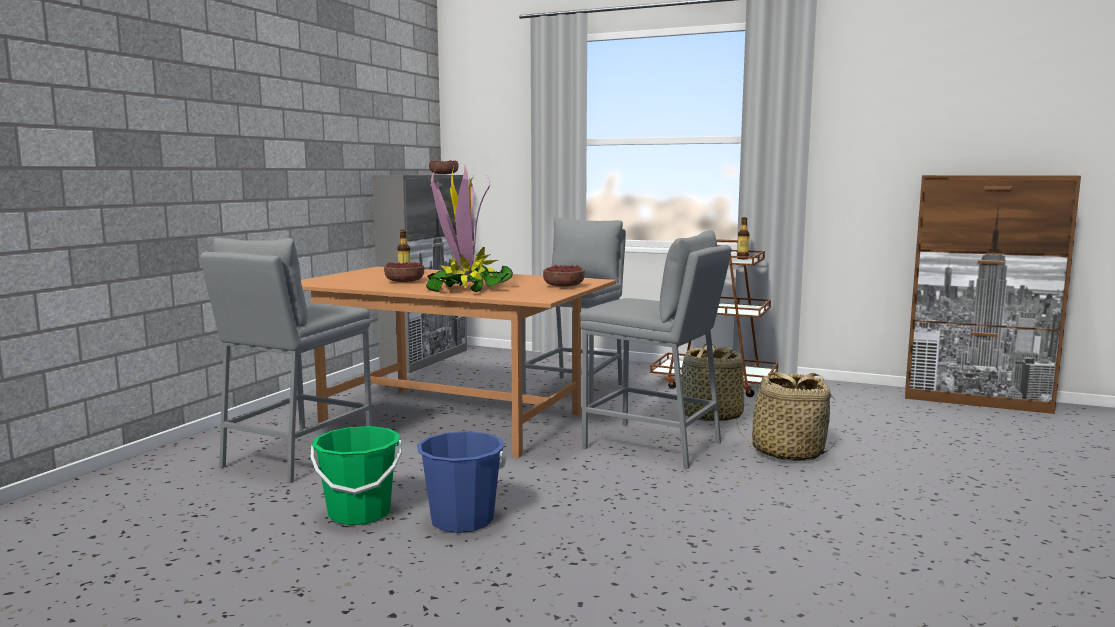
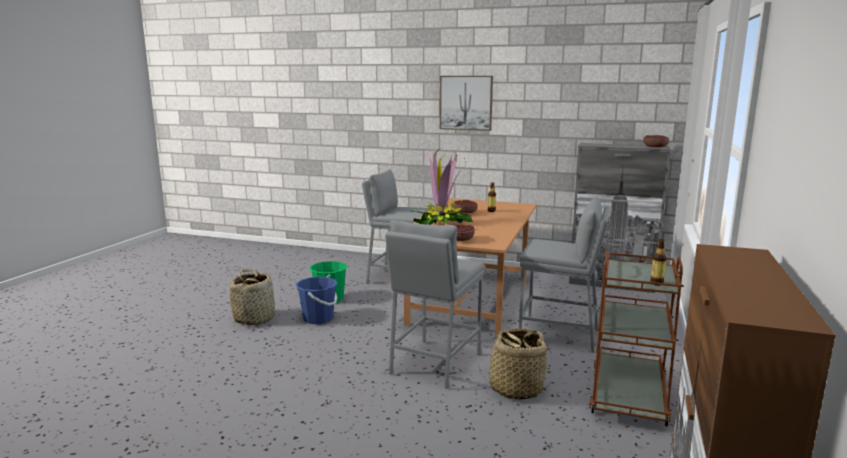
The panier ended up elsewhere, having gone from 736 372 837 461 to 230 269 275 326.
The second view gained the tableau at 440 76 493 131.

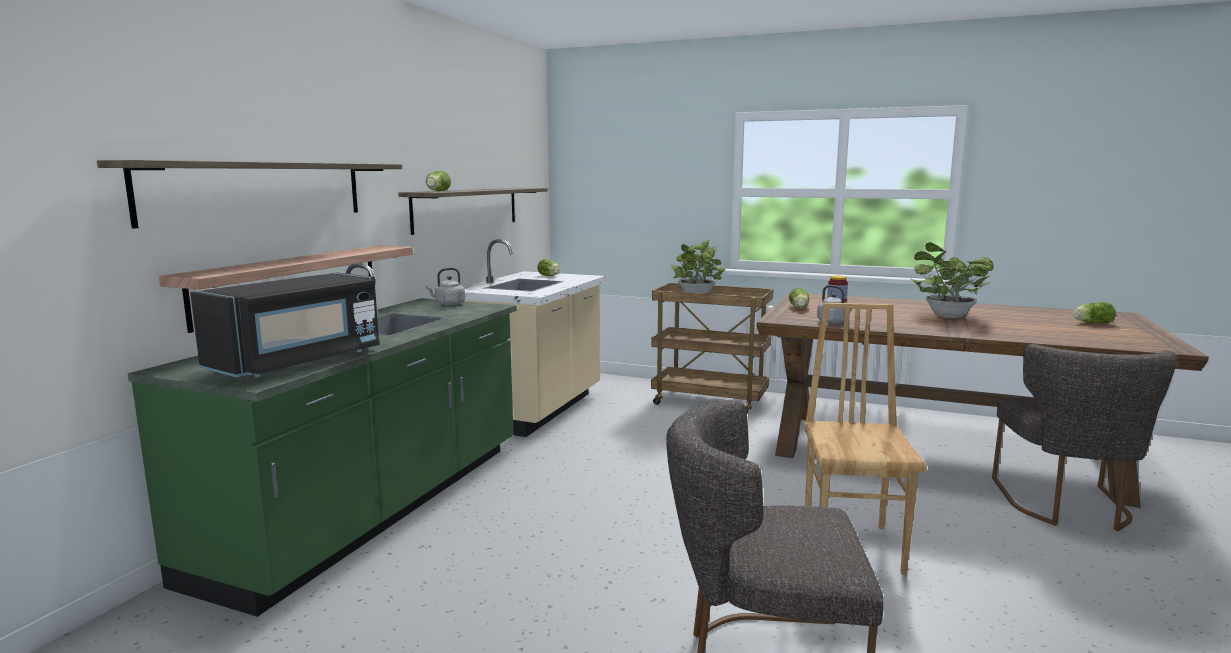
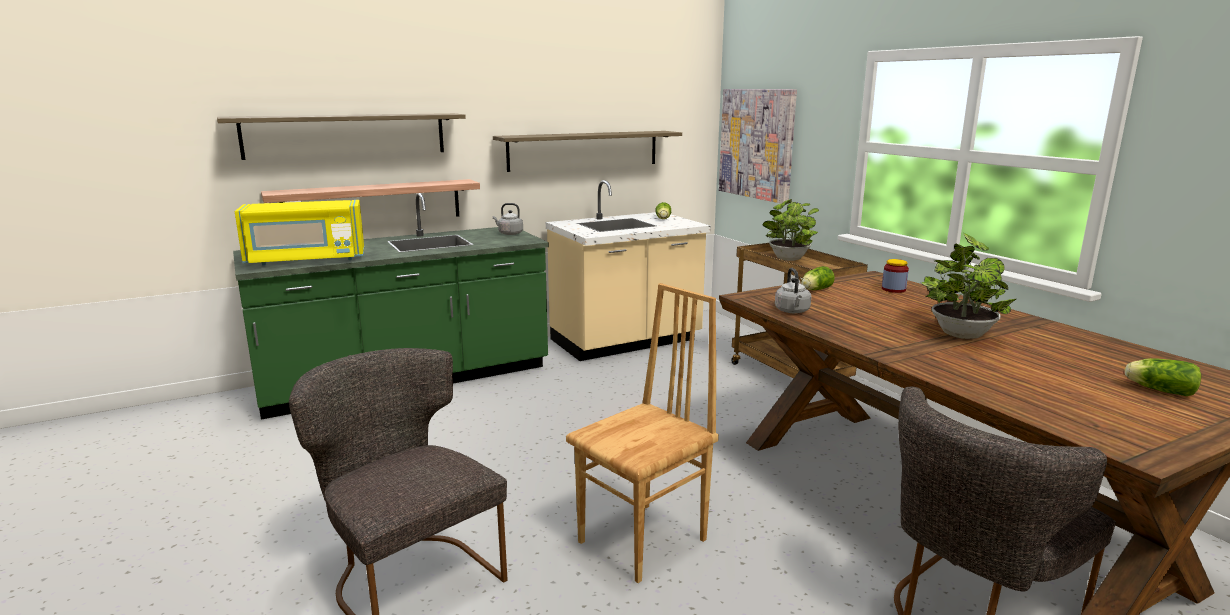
What was the micro-ondes (noir) at 190 273 380 378 turned into the micro-ondes (jaune) at 235 200 364 266.
The second view gained the tableau at 719 89 797 203.
The second view lost the laitue at 426 171 451 191.

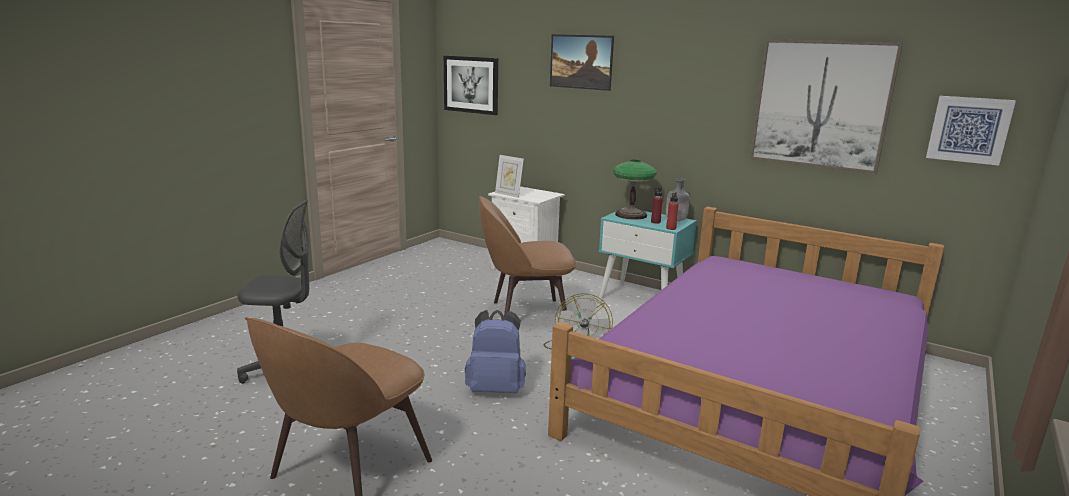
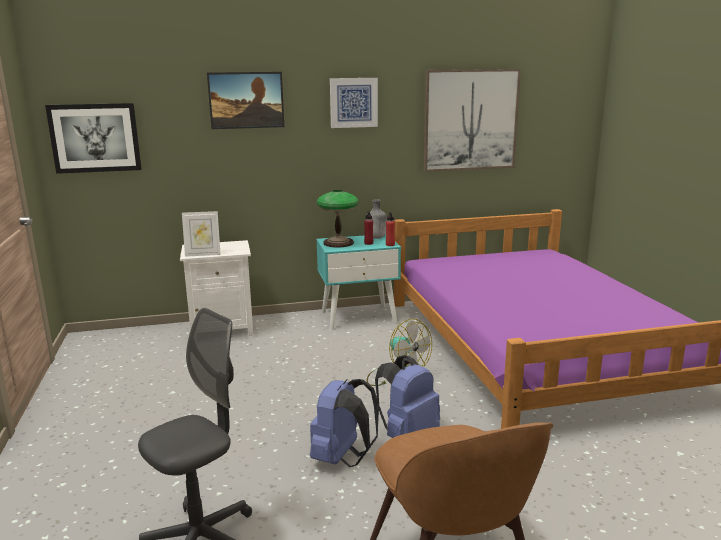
The second view gained the sac à dos (bleu) at 310 379 379 467.
The tableau ended up elsewhere, having gone from 926 96 1016 165 to 330 78 378 128.
The second view lost the chaise (marron) at 479 196 577 318.

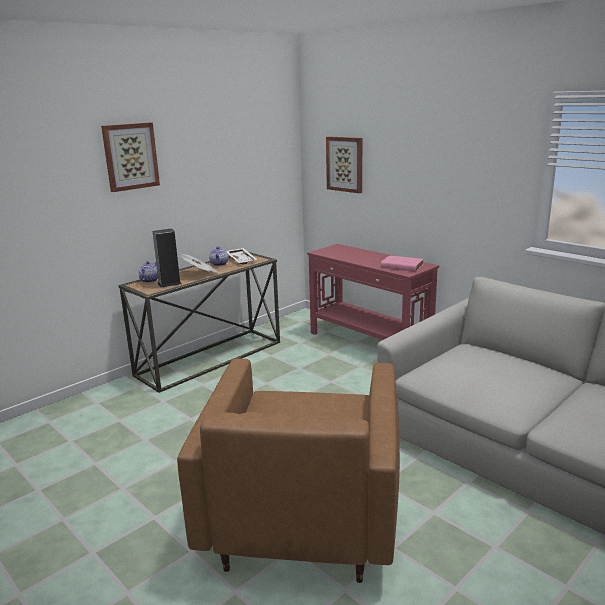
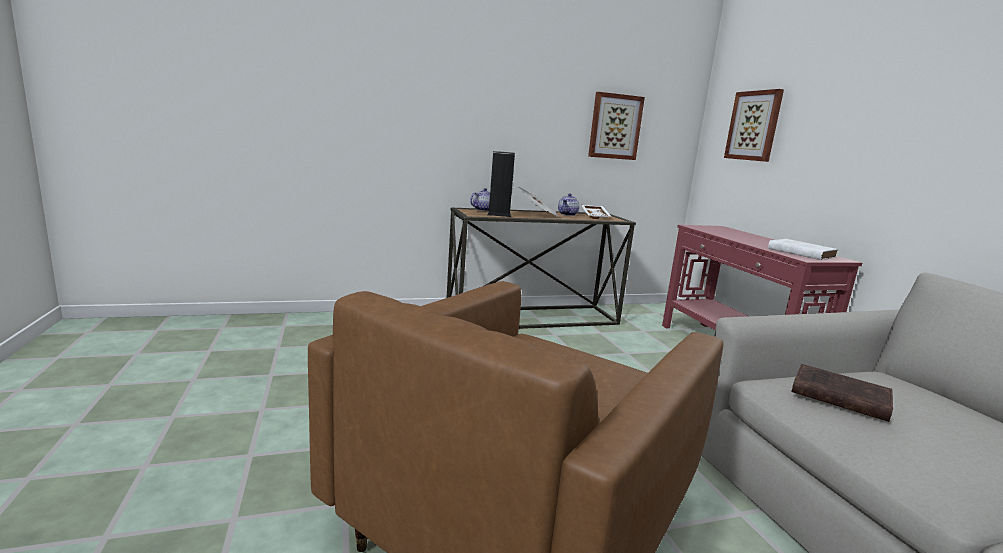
The tableau ended up elsewhere, having gone from 101 122 160 192 to 588 92 645 160.
What was the livre (rose) at 381 255 424 271 turned into the livre (blanc) at 768 239 839 260.
The second view gained the livre (marron) at 791 364 893 422.

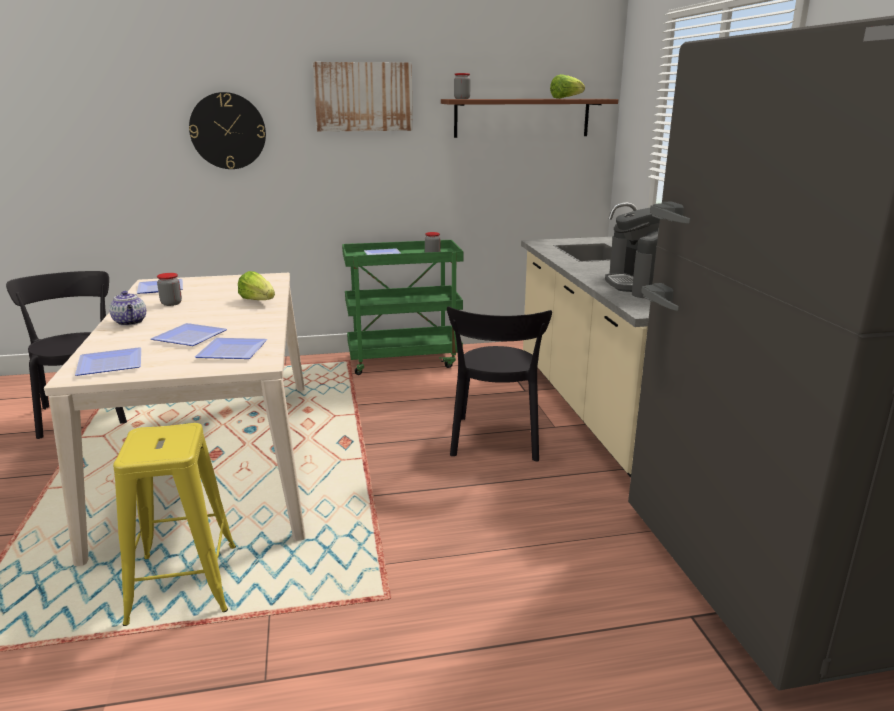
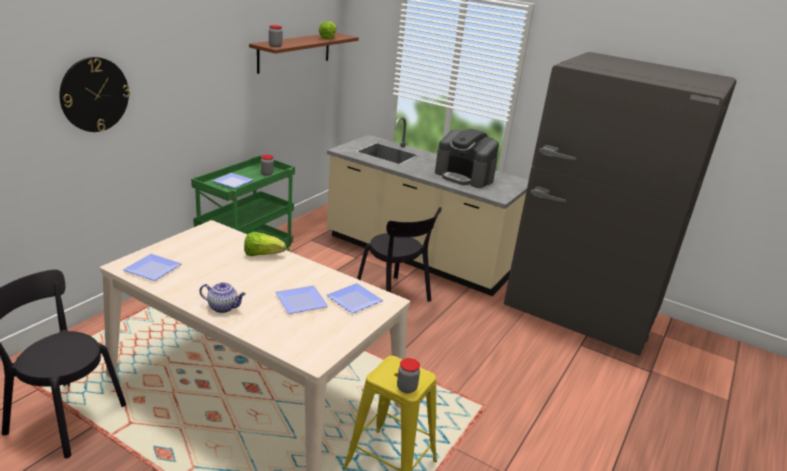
The bocal ended up elsewhere, having gone from 157 273 182 306 to 397 358 420 393.
The second view lost the assiette at 75 347 141 376.
The second view lost the tableau at 313 62 413 132.

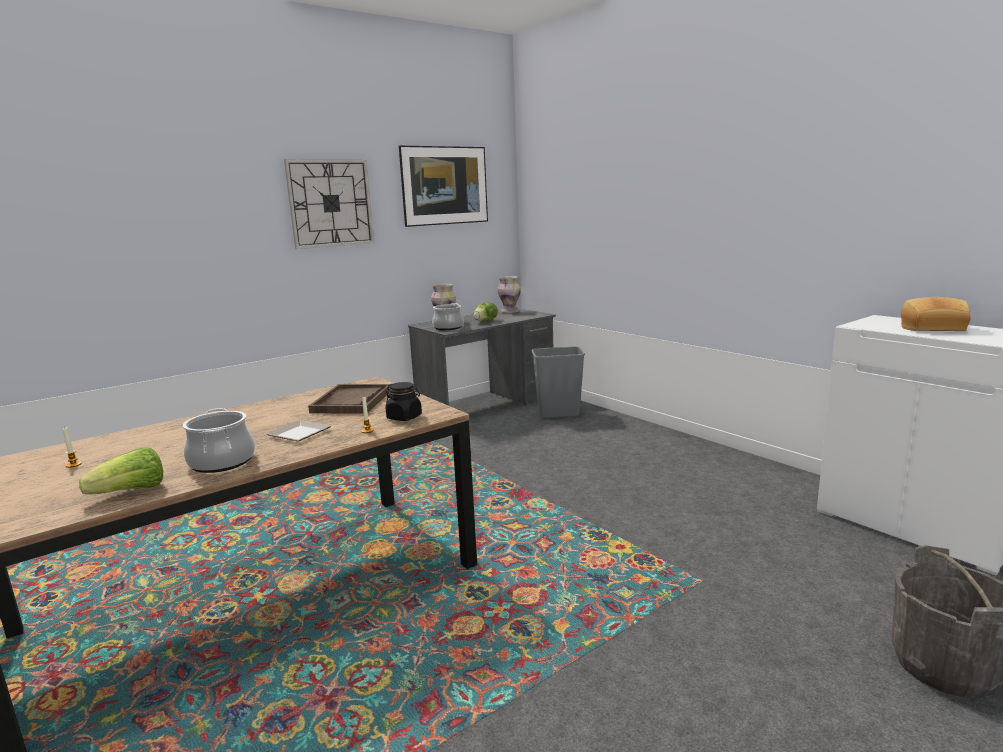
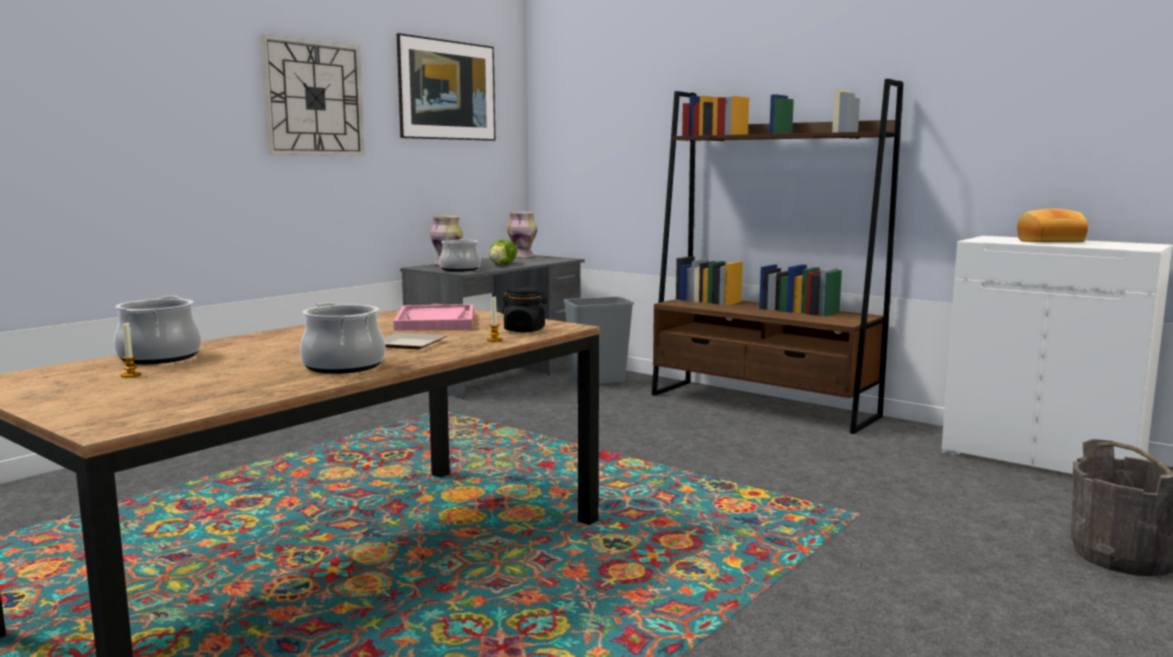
The second view gained the marmite at 113 296 201 364.
What was the plateau (marron) at 308 384 390 414 turned into the plateau (rose) at 394 304 474 331.
The second view gained the bibliothèque (marron) at 652 79 904 434.
The second view lost the laitue at 79 447 163 495.

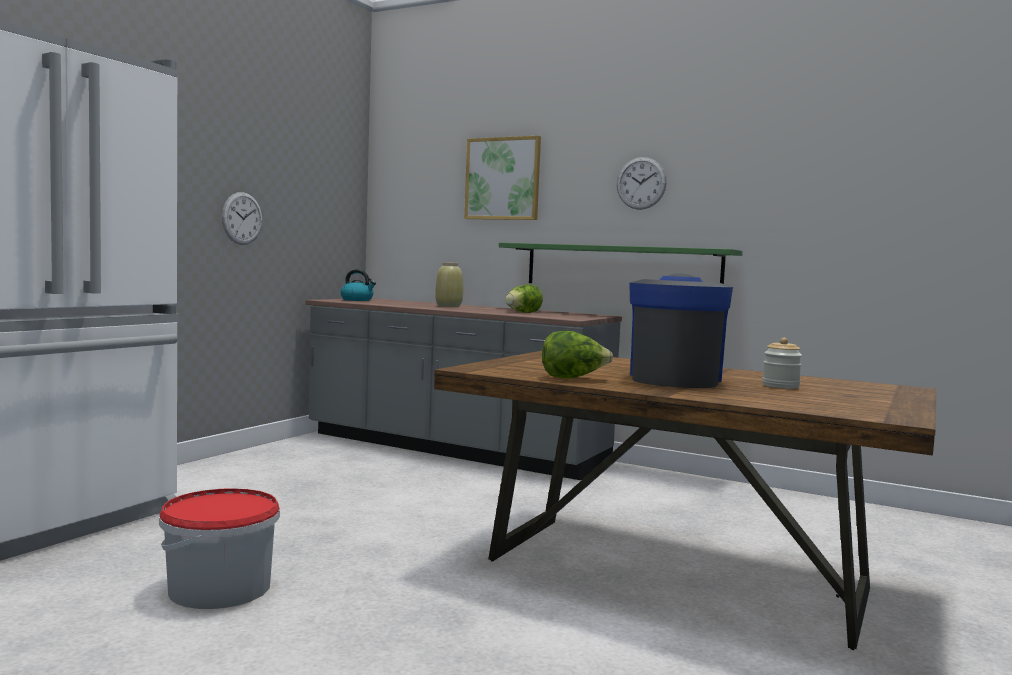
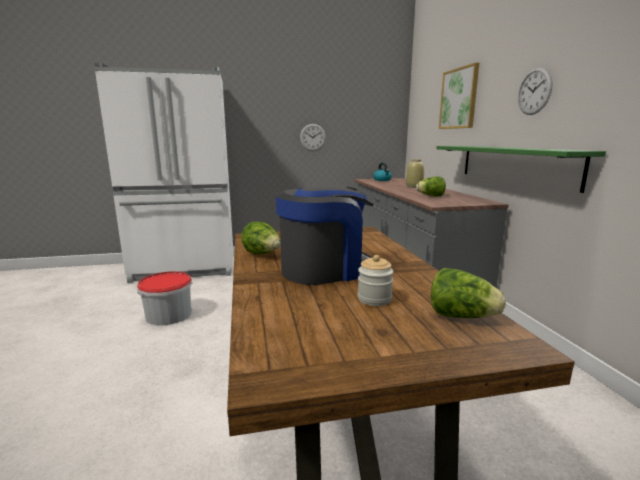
The second view gained the laitue at 431 268 506 318.

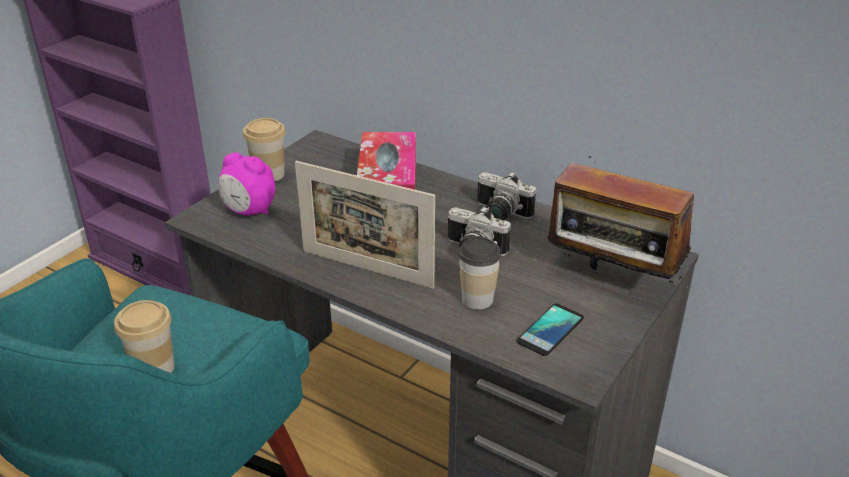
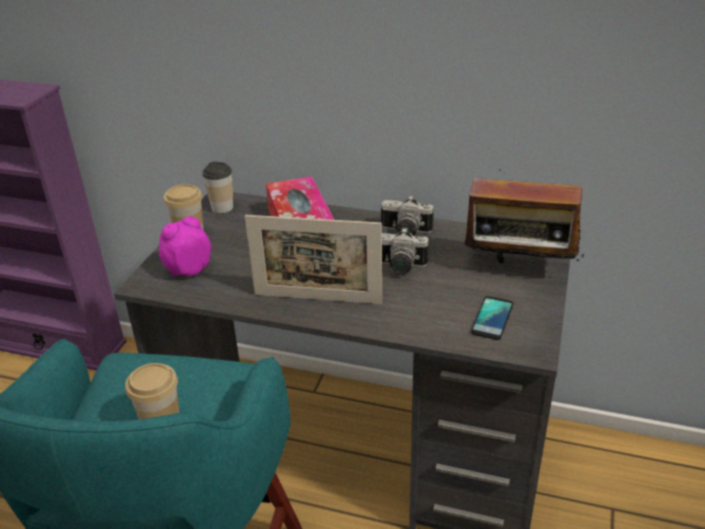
The réveil at 218 152 275 215 ended up facing another way, 135 degrees clockwise from before.
The tasse ended up elsewhere, having gone from 458 236 501 310 to 203 161 233 213.

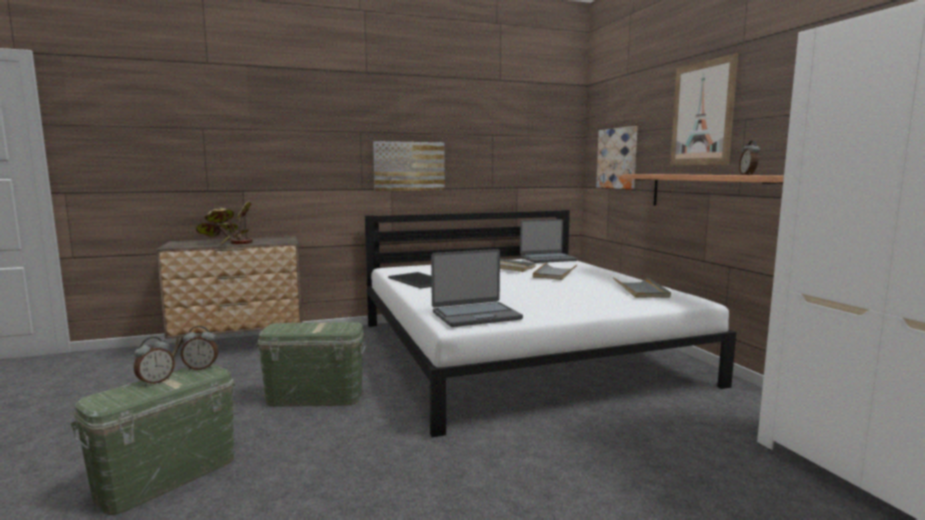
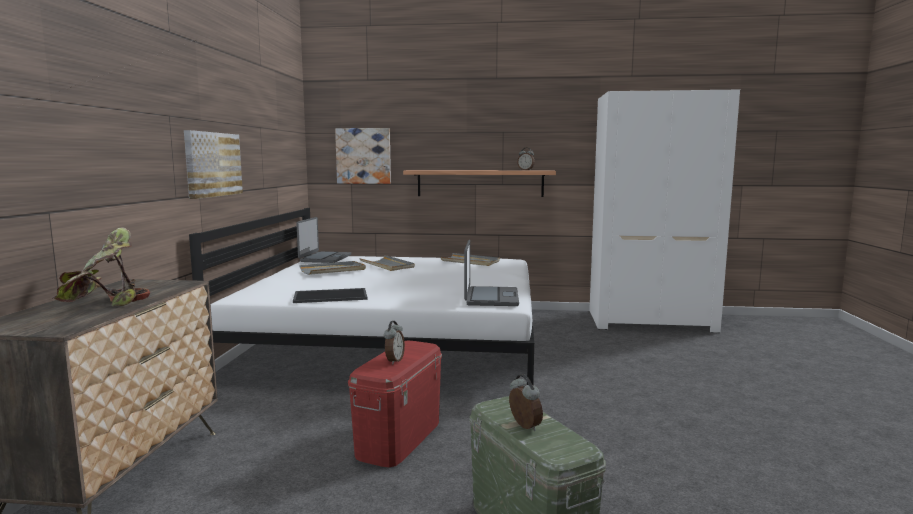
What was the boîte de rangement (vert) at 256 322 366 407 turned into the boîte de rangement (rouge) at 348 341 442 467.
The réveil ended up elsewhere, having gone from 181 326 218 370 to 384 321 405 364.
The second view lost the tableau at 670 53 738 165.

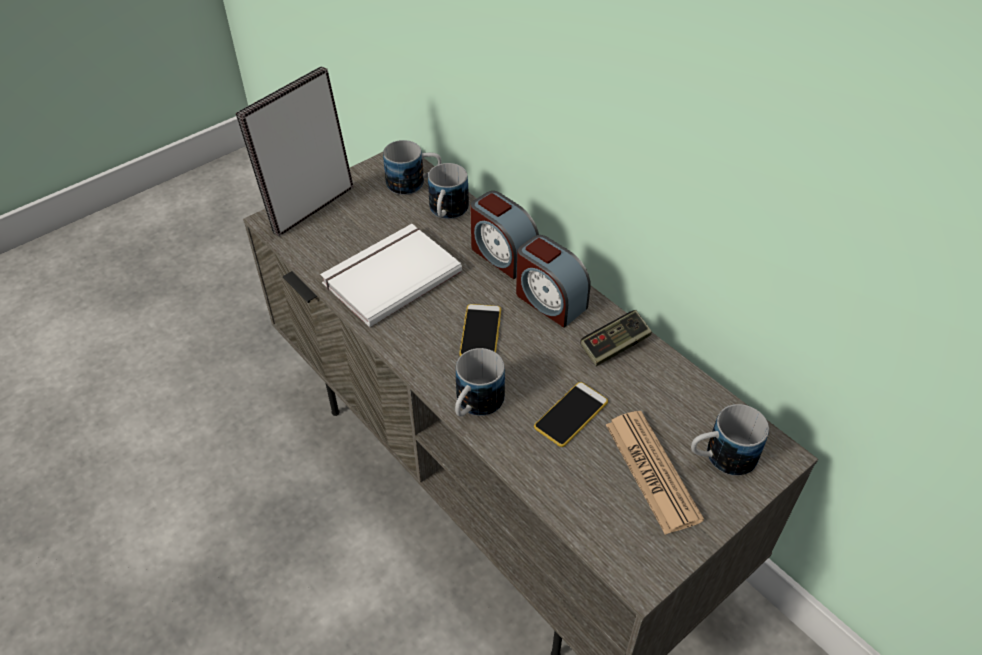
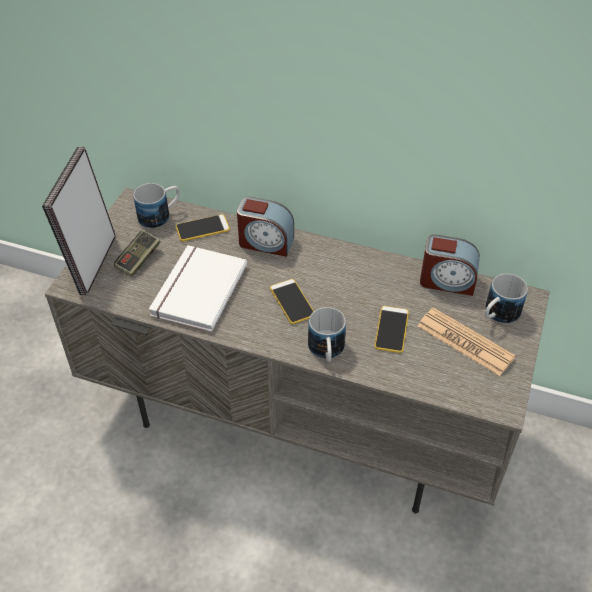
The manette ended up elsewhere, having gone from 580 310 652 366 to 114 230 160 277.
Where the mug stood at 428 163 469 219, the téléphone came to stand at 176 214 230 241.
The réveil ended up elsewhere, having gone from 516 235 591 328 to 420 234 480 296.

